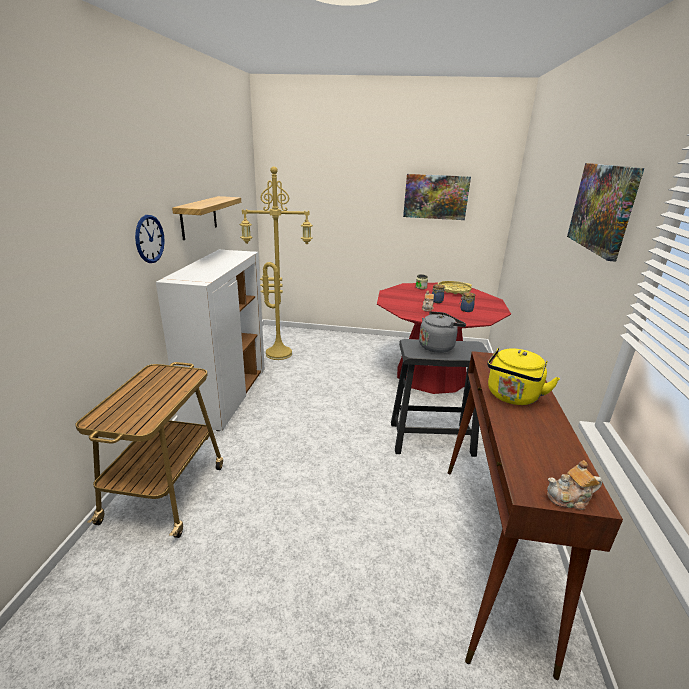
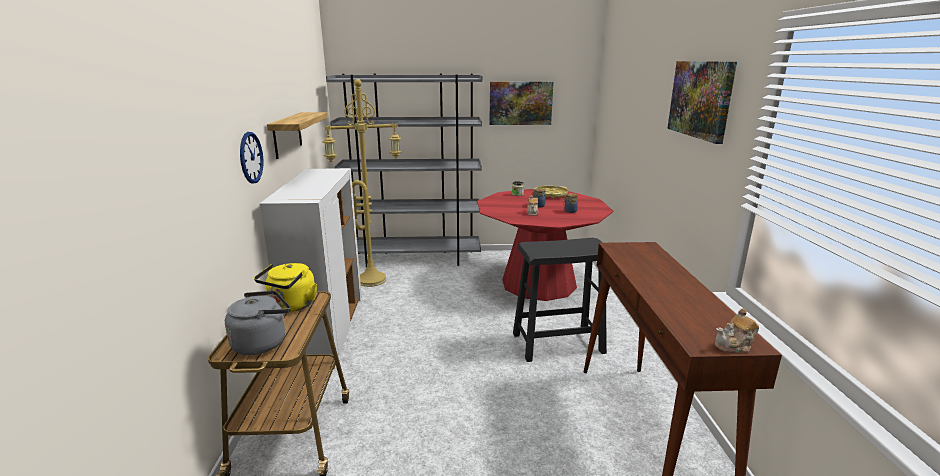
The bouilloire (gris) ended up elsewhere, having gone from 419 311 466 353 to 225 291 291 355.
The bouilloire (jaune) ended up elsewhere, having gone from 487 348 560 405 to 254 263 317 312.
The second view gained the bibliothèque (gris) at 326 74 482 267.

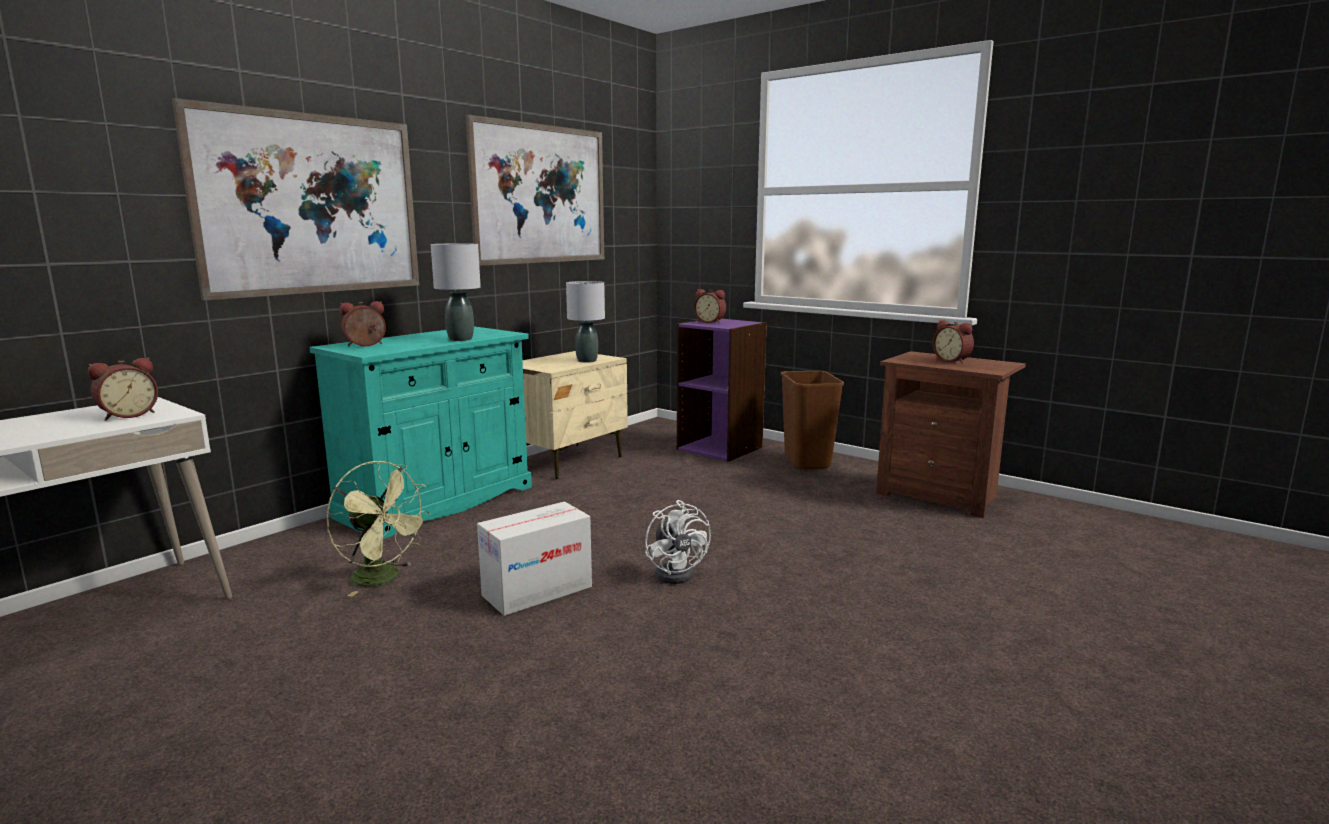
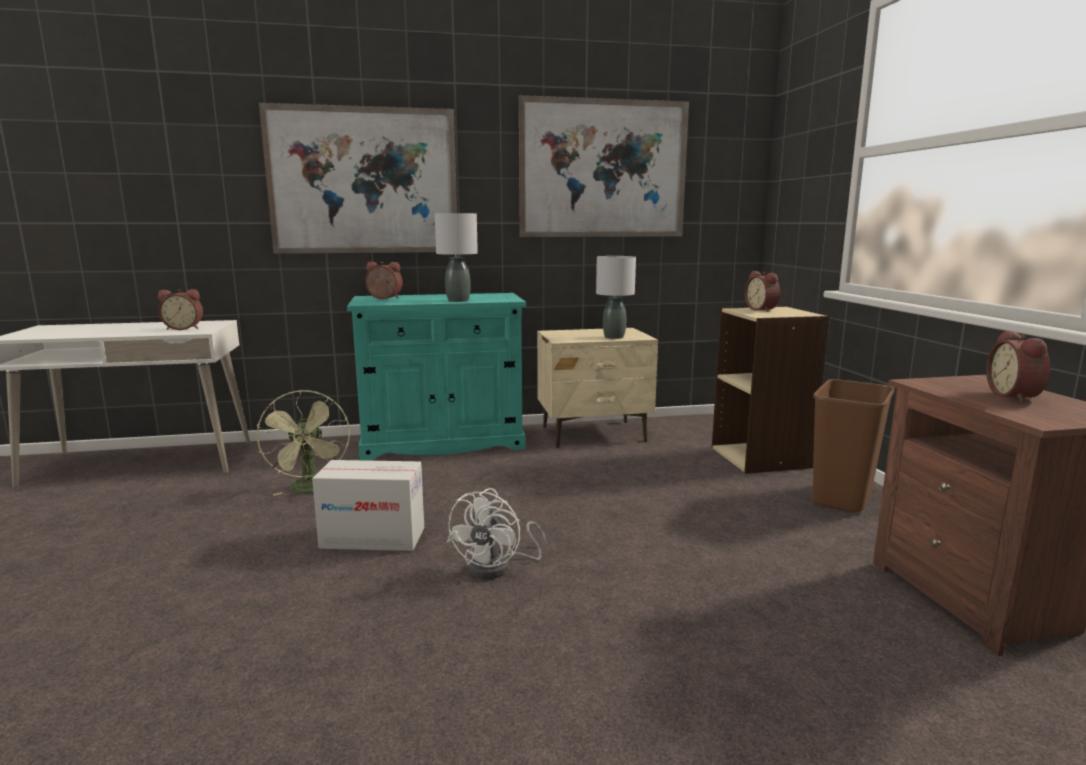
What was the bibliothèque (violet) at 677 319 767 462 turned into the bibliothèque (beige) at 712 306 830 474.

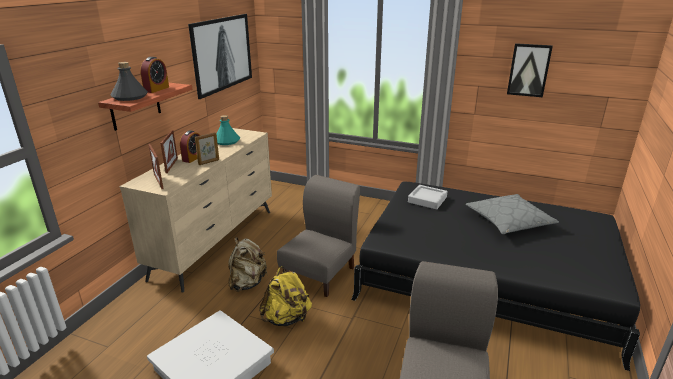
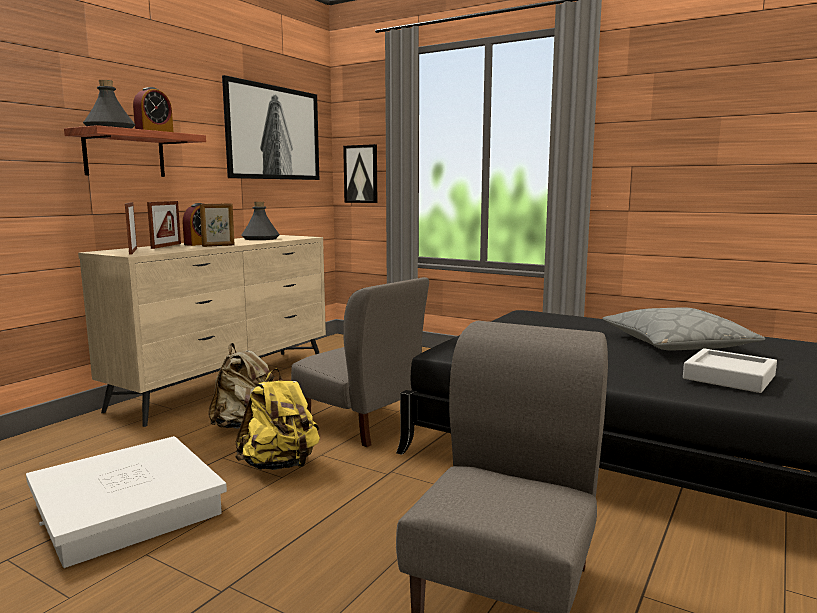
What was the bouteille (turquoise) at 216 115 240 145 turned into the bouteille (gris) at 241 202 280 240.
The chaise (gris) at 277 175 360 297 ended up facing another way, 90 degrees clockwise from before.
The tableau ended up elsewhere, having gone from 507 43 553 97 to 343 144 377 203.
The plateau (gris) ended up elsewhere, having gone from 408 185 447 210 to 683 348 777 393.

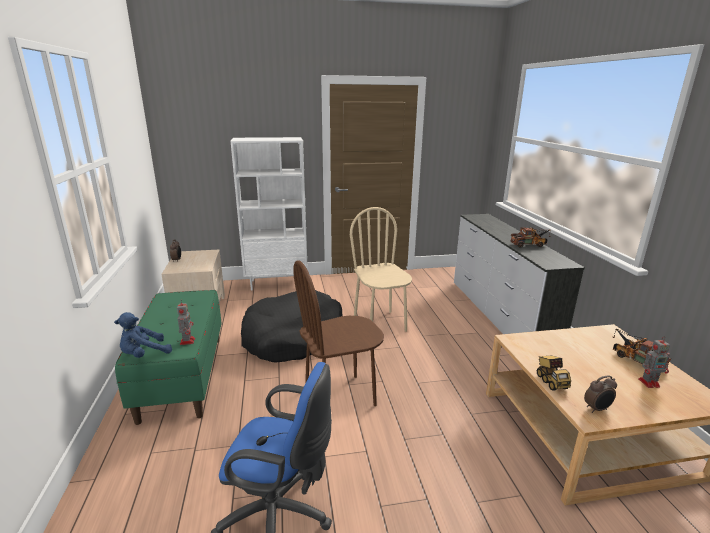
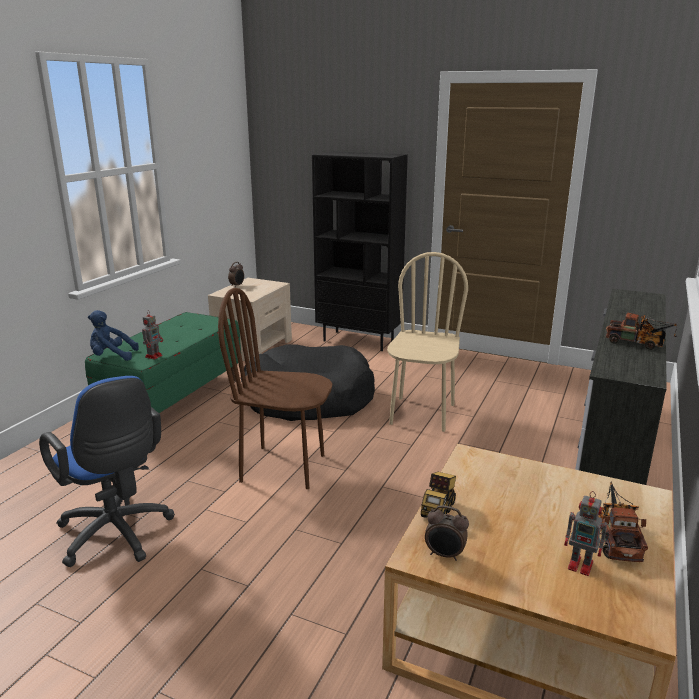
What was the bibliothèque (blanc) at 231 137 308 291 turned into the bibliothèque (noir) at 312 151 408 351.

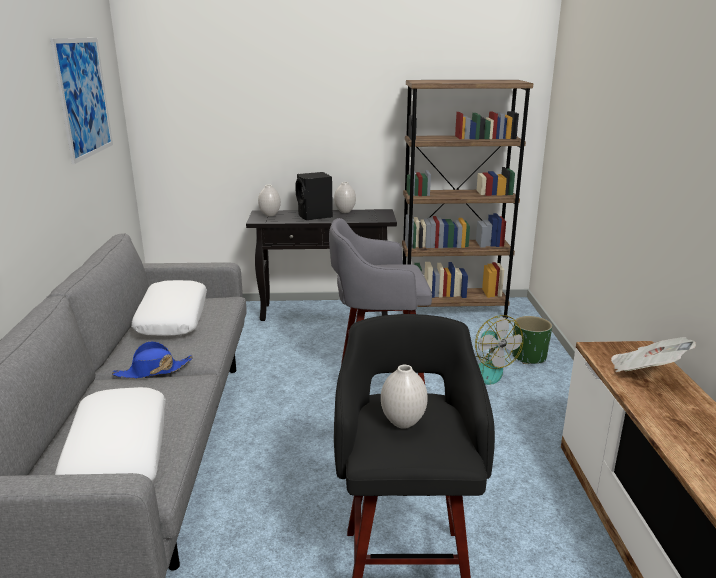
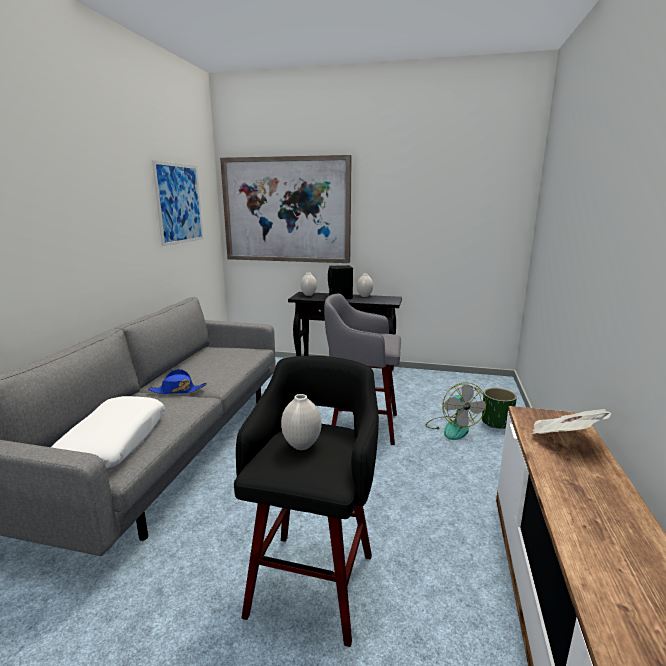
The second view gained the tableau at 220 155 352 263.
The second view lost the coussin (blanc) at 131 280 207 336.
The second view lost the bibliothèque (marron) at 402 80 533 319.

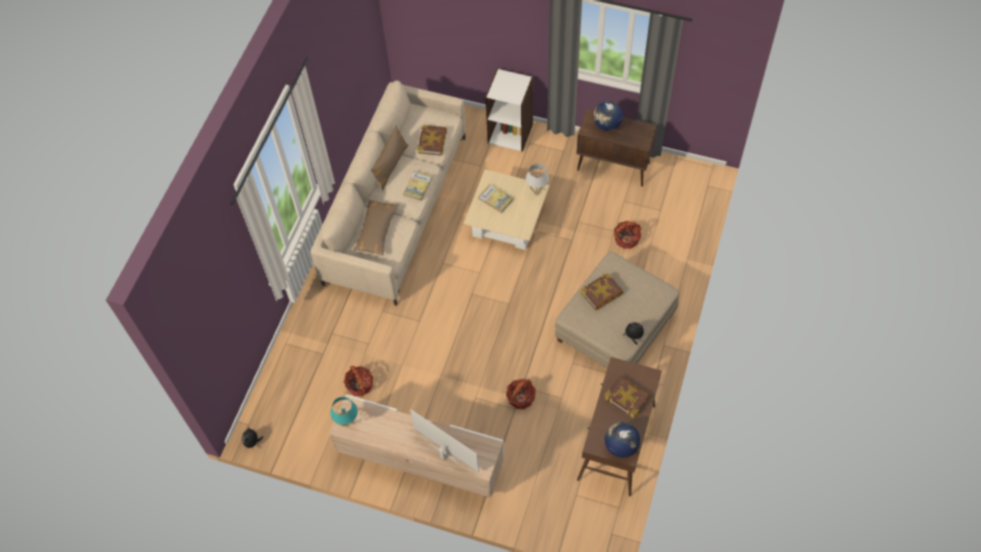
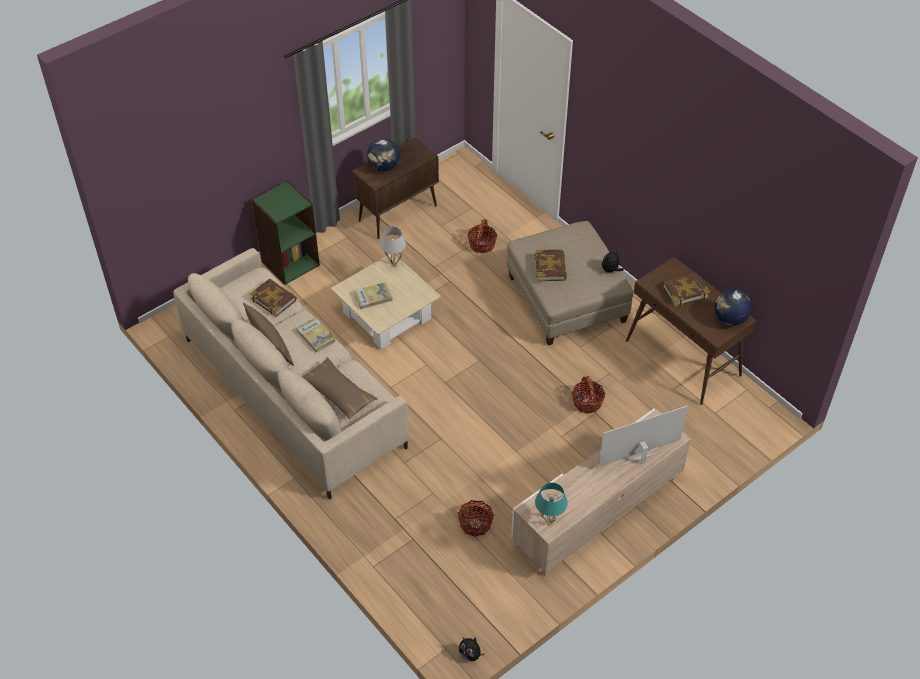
What was the bibliothèque (blanc) at 485 69 533 152 turned into the bibliothèque (vert) at 251 181 320 285.

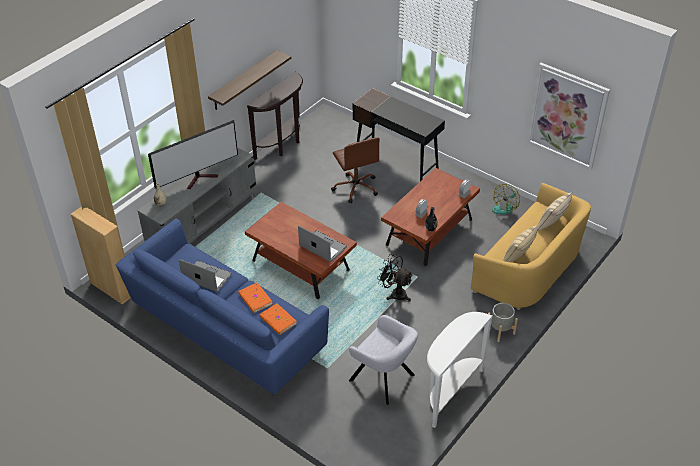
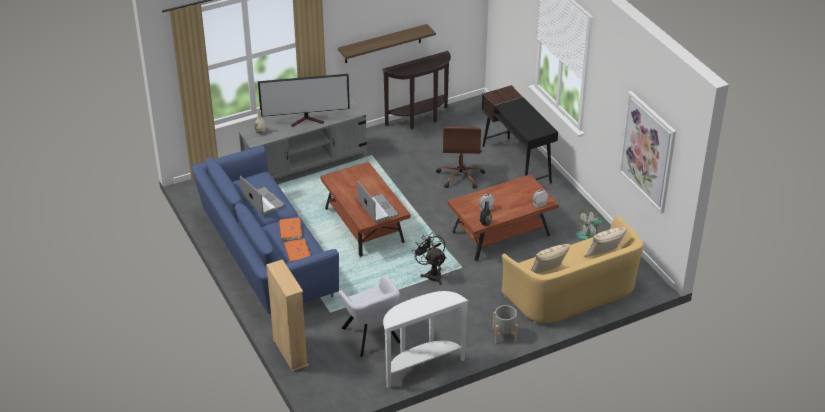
The bibliothèque (beige) ended up elsewhere, having gone from 70 207 131 304 to 266 259 308 371.

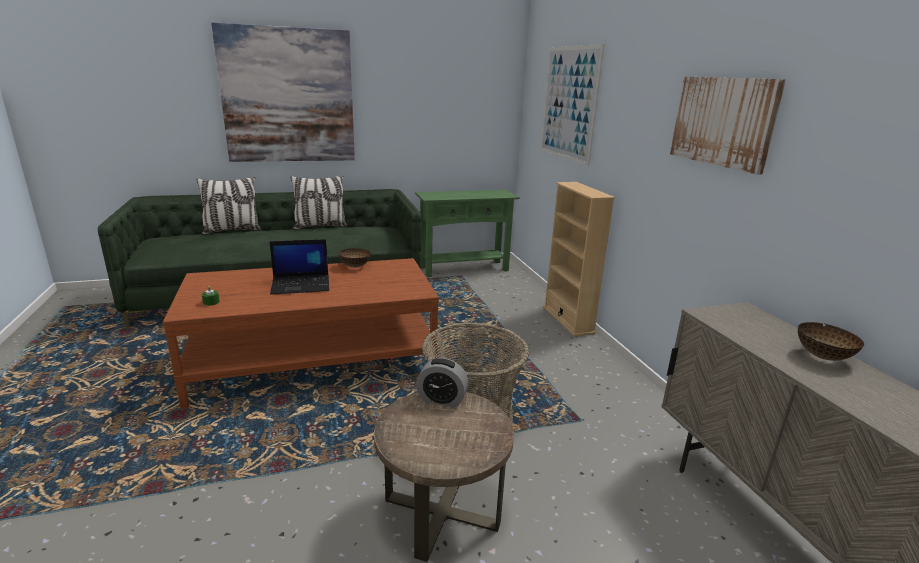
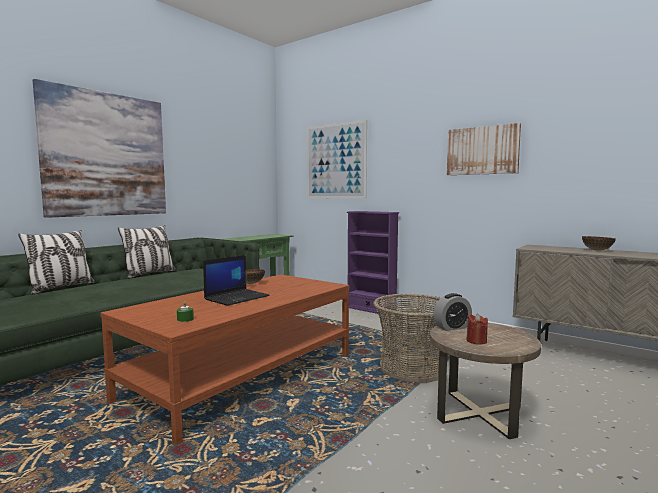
What was the bibliothèque (beige) at 543 182 615 336 turned into the bibliothèque (violet) at 347 211 399 314.
The second view gained the bougie (rouge) at 466 314 488 345.

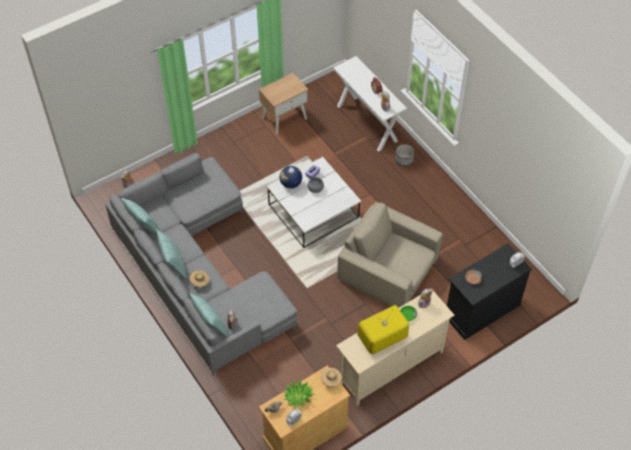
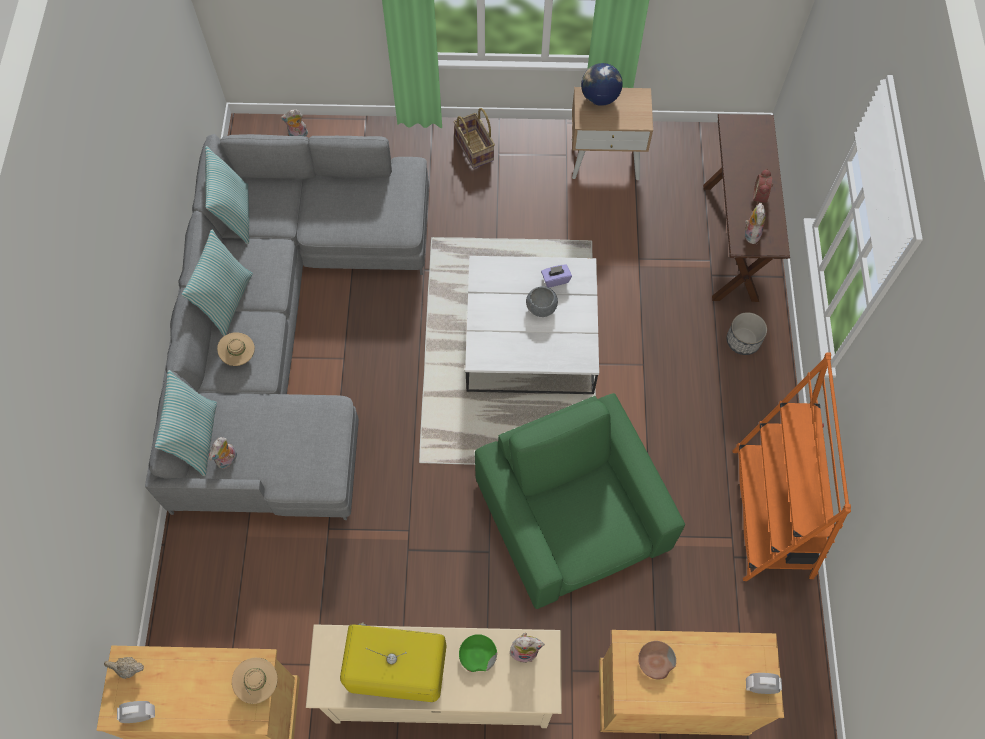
The second view gained the panier at 454 108 495 169.
What was the fauteuil (beige) at 337 202 443 308 turned into the fauteuil (vert) at 475 393 685 609.
The globe ended up elsewhere, having gone from 280 166 302 188 to 581 63 623 106.
What was the meuble de rangement (noir) at 447 244 532 340 turned into the meuble de rangement (beige) at 599 630 784 736.
What was the table console (blanc) at 333 56 407 152 turned into the table console (marron) at 703 114 790 302.
The second view gained the bibliothèque (orange) at 732 353 851 581.
The second view lost the plante en pot at 283 379 314 408.

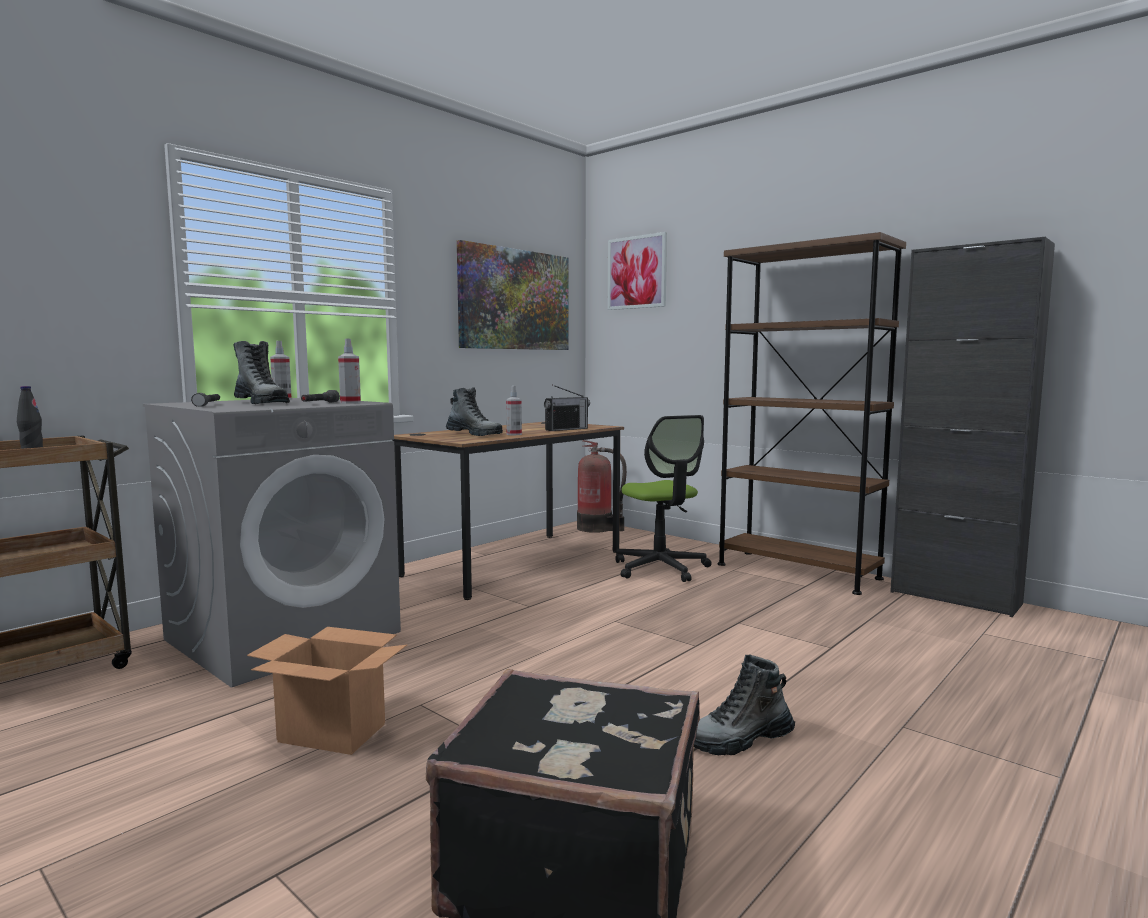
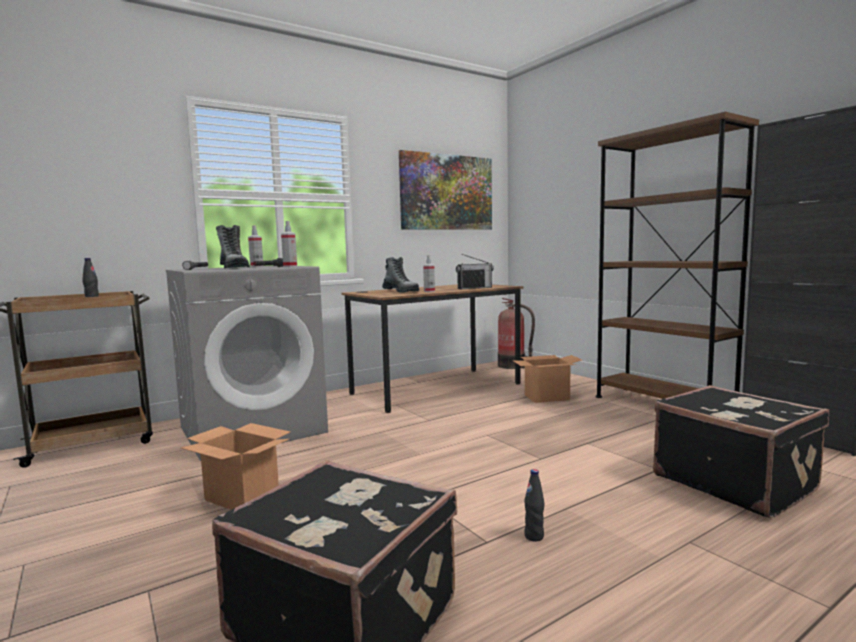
Where the chaise de bureau stood at 615 415 712 582, the carton came to stand at 513 355 582 403.
Where the botte stood at 694 654 795 755, the bouteille (noir) came to stand at 524 469 544 542.
The second view gained the valise (noir) at 653 385 829 518.
The second view lost the tableau at 608 232 667 310.

